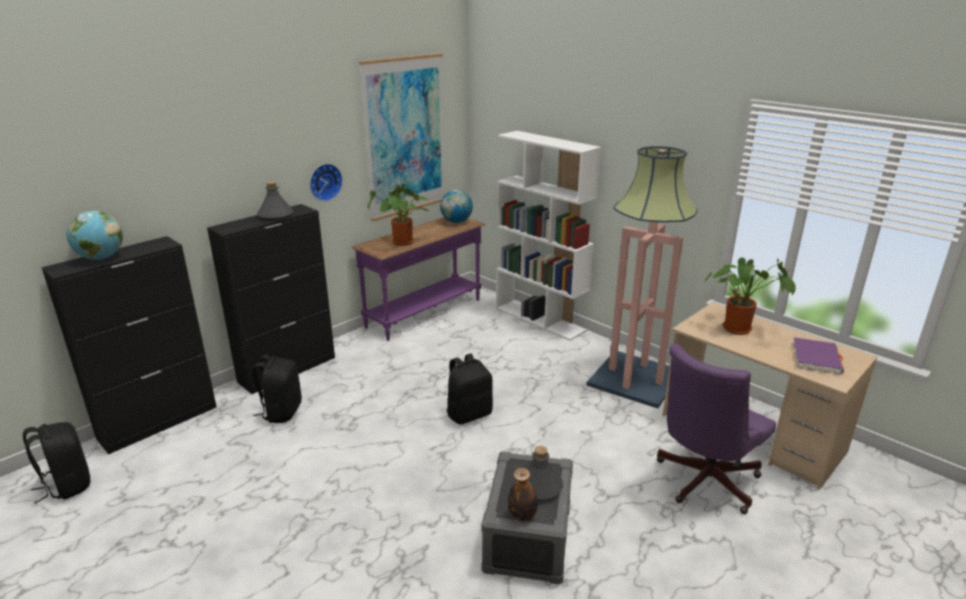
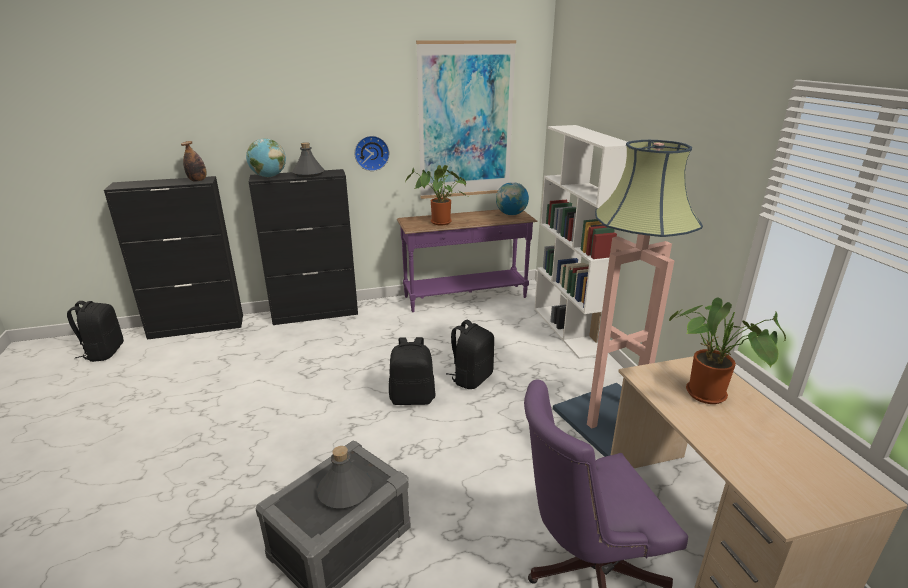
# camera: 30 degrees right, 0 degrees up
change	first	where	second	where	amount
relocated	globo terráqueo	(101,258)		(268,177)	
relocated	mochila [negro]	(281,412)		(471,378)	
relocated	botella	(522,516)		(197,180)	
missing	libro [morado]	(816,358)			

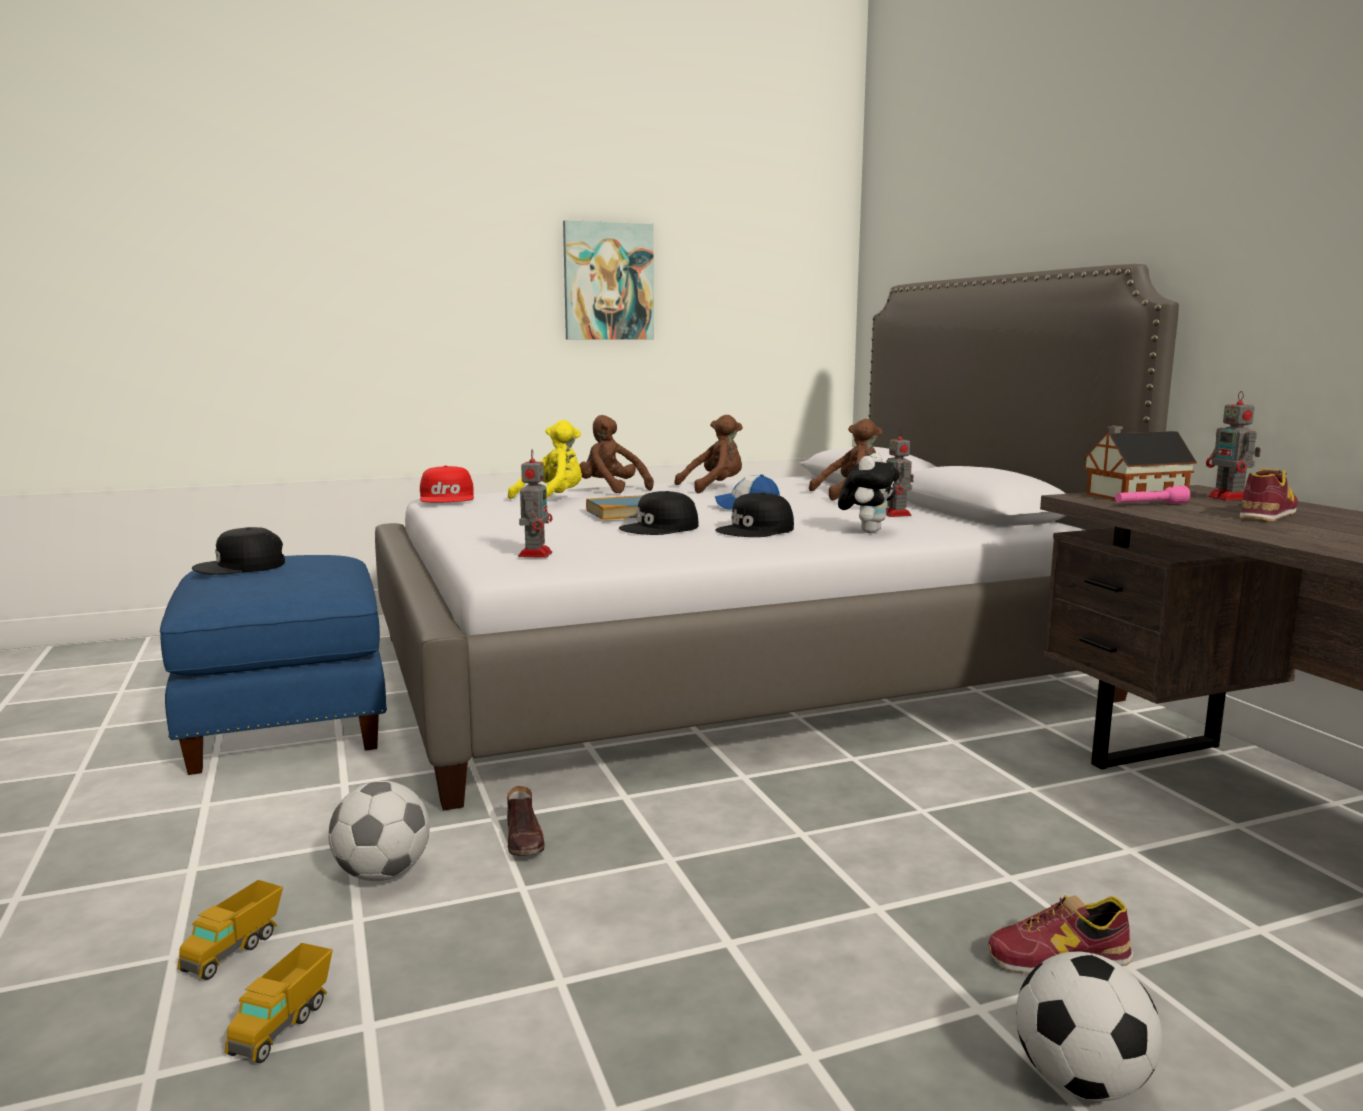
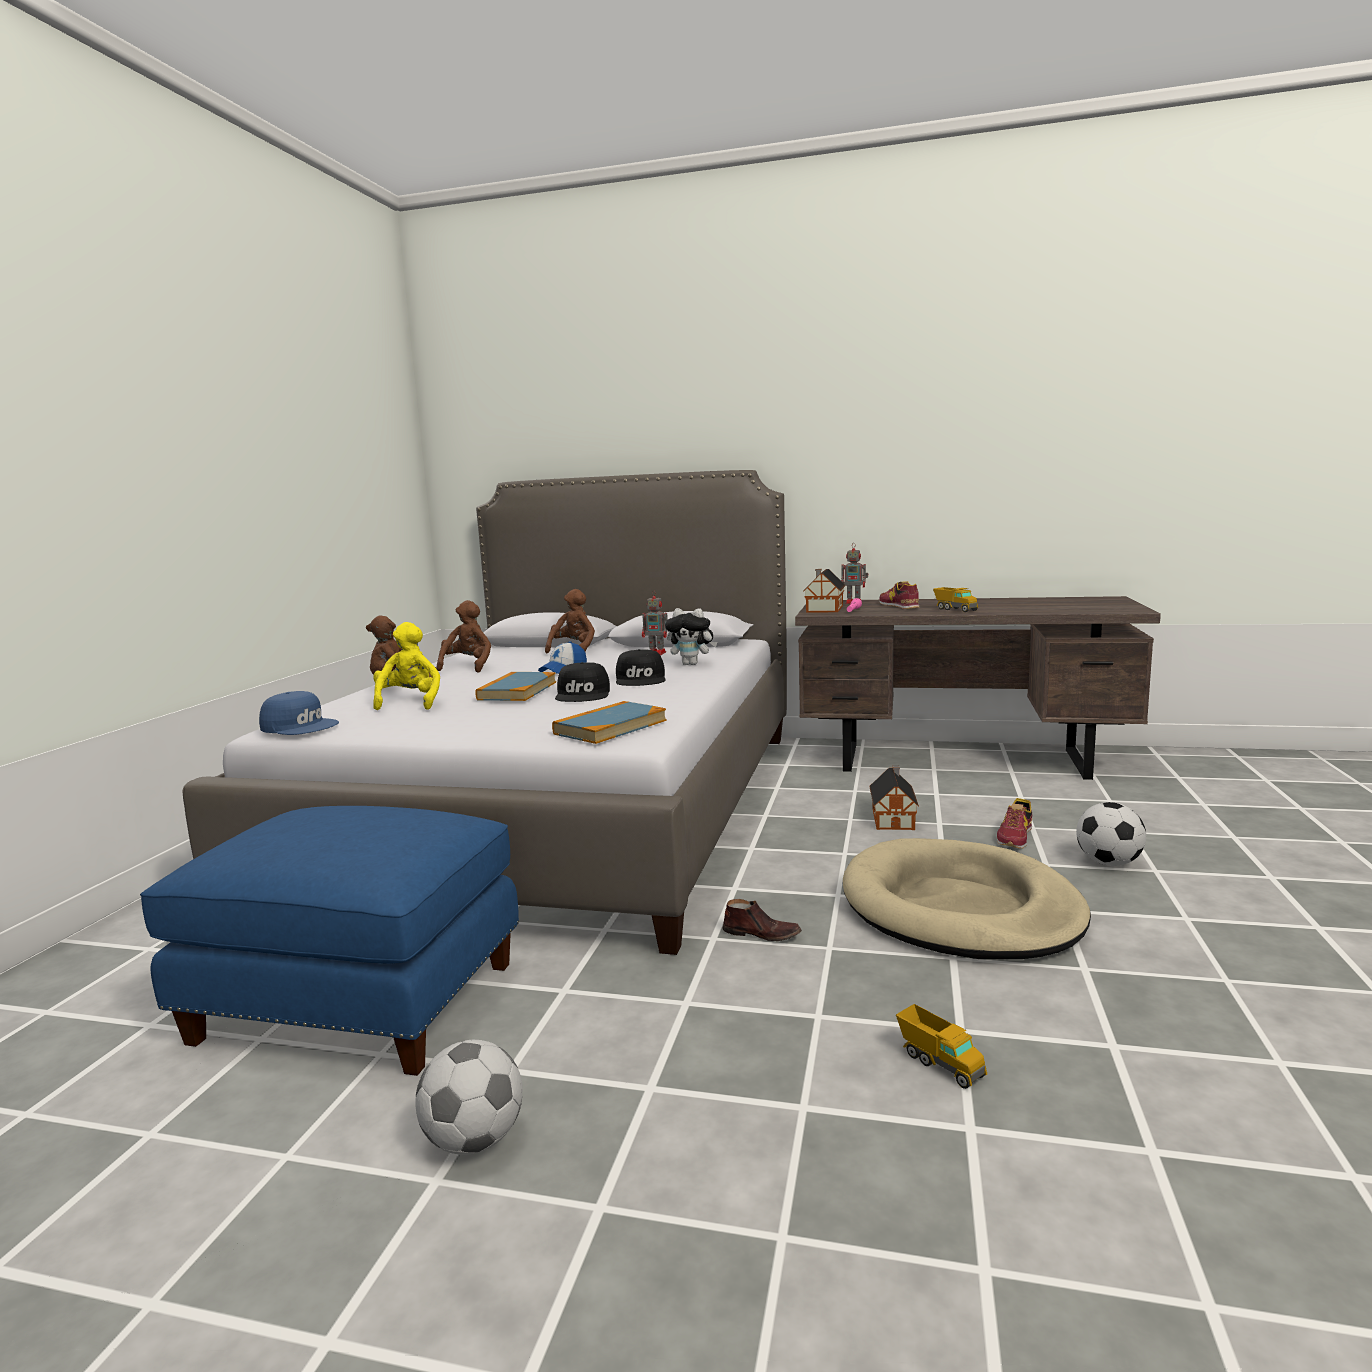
# camera: 55 degrees left, 0 degrees up
change	first	where	second	where	amount
relocated	camión de juguete	(234,950)		(955,609)	
missing	gorra [negro]	(241,566)			
relocated	balón de fútbol	(382,874)		(475,1140)	
colour	gorra [rojo]	(448,497)	gorra [azul]	(300,726)	
exchanged	robot de juguete	(535,554)	libro	(610,727)	
missing	cuadro	(608,281)			
spun	peluche	(867,531)		(692,664)	135 degrees clockwise
appeared			cama para perro [beis]	(959,908)	
appeared			casita	(893,818)	

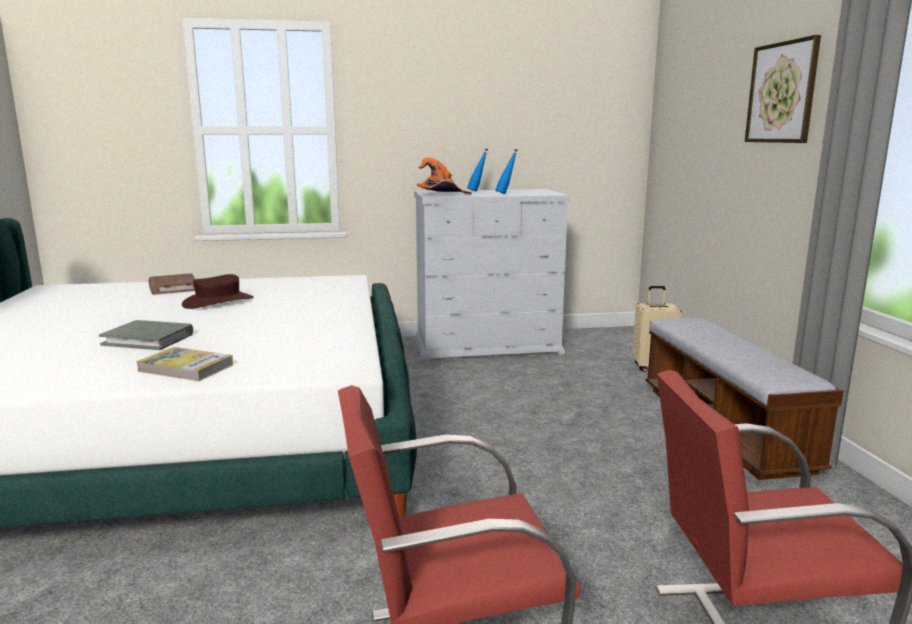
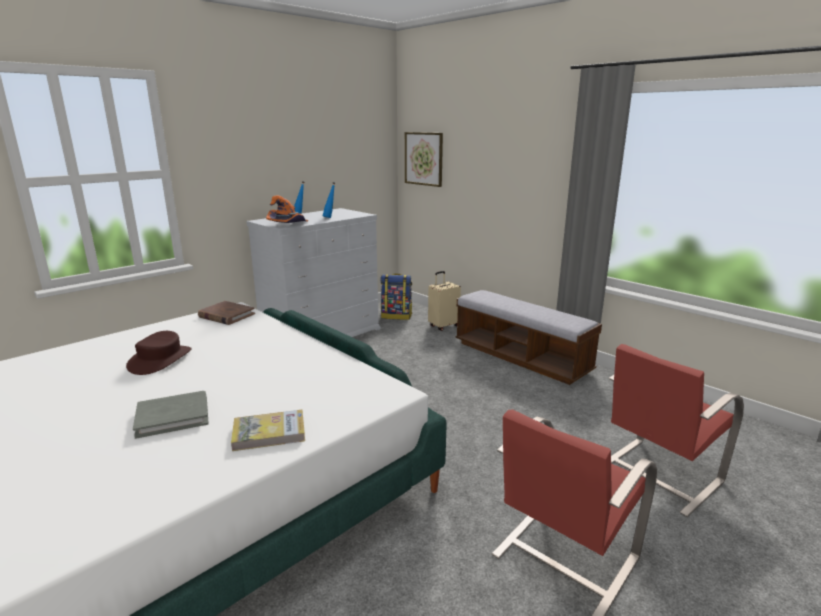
# camera: 35 degrees left, 5 degrees up
change	first	where	second	where	amount
relocated	libro [marrón]	(172,287)		(226,315)	
relocated	cuadro	(782,93)		(423,159)	
appeared			mochila	(397,316)	

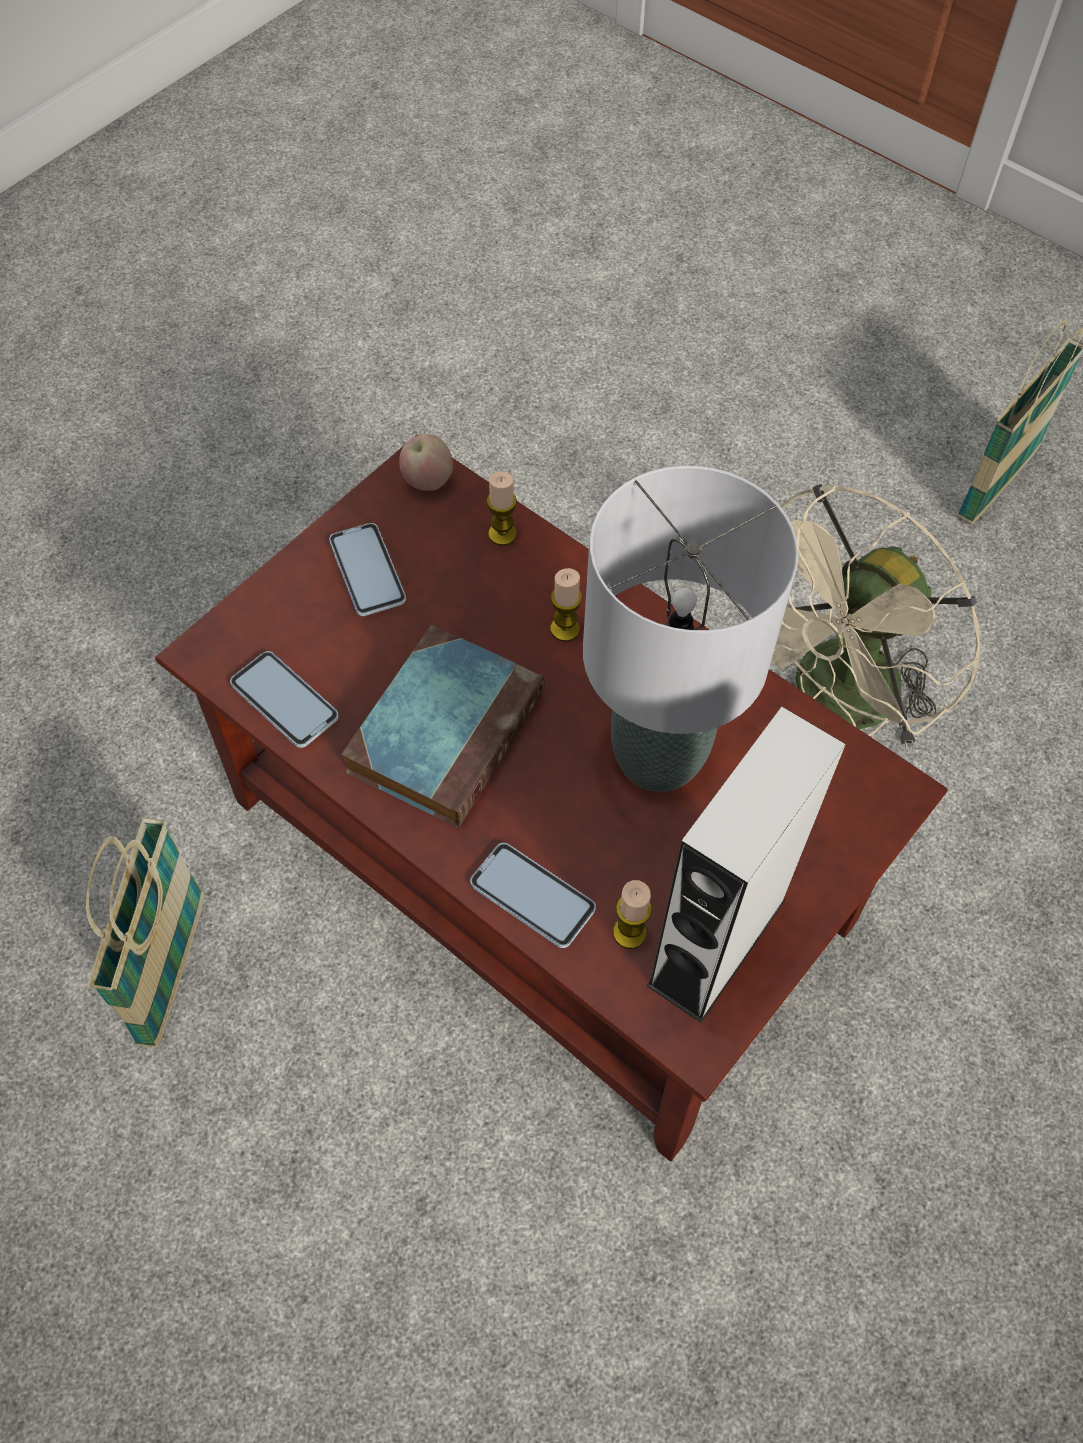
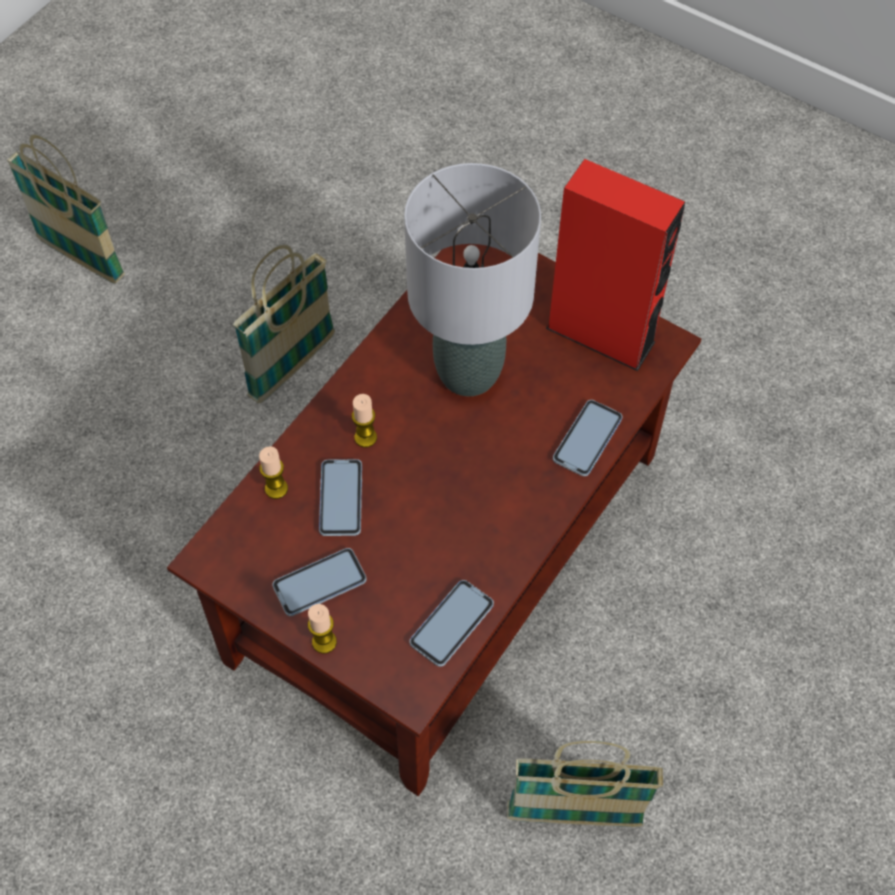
# camera: 95 degrees left, 0 degrees up
change	first	where	second	where	amount
missing	libro	(446,729)			
missing	manzana	(428,481)			
relocated	vela	(629,933)		(324,642)	
colour	altavoz [gris]	(716,942)	altavoz [rojo]	(600,335)	
exchanged	ventilador [beis]	(834,704)	cesta	(292,366)	
appeared			móvil	(341,498)	

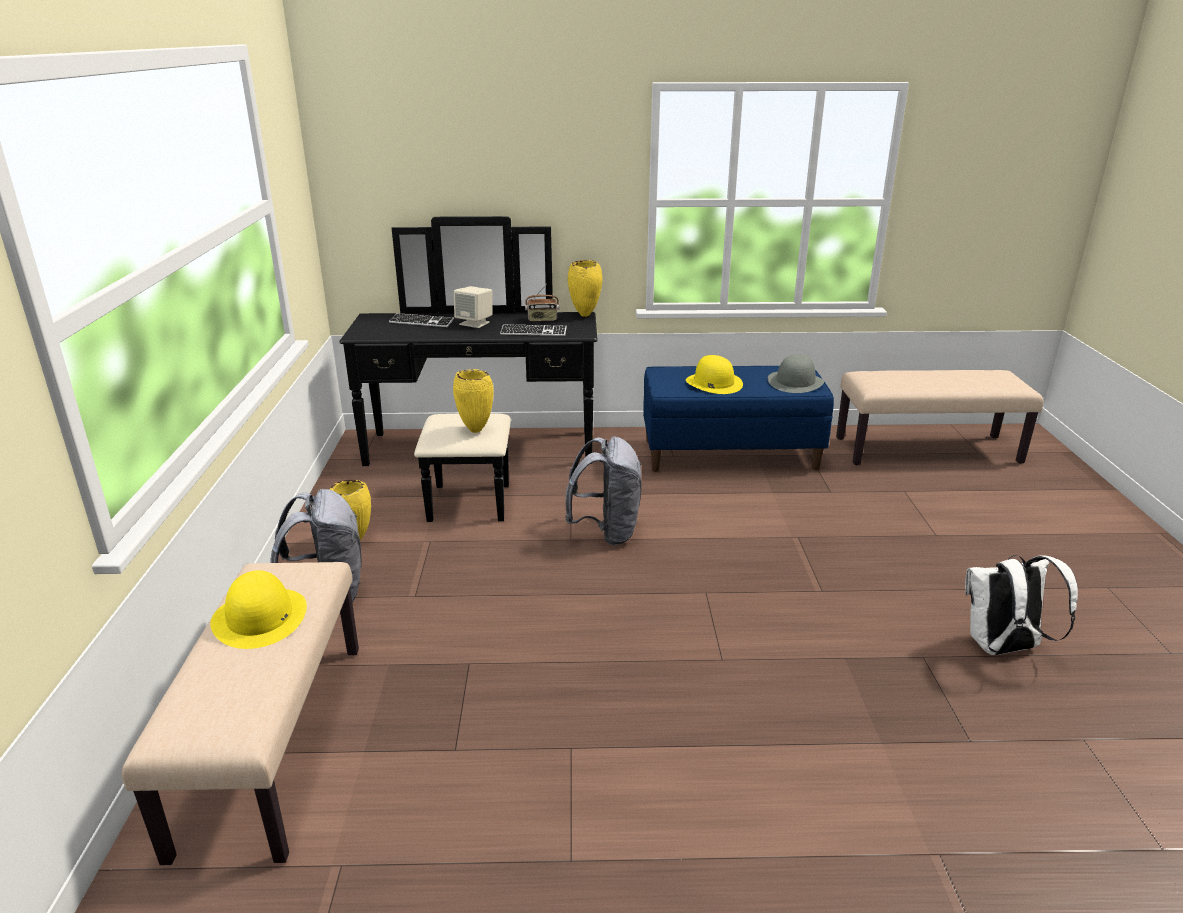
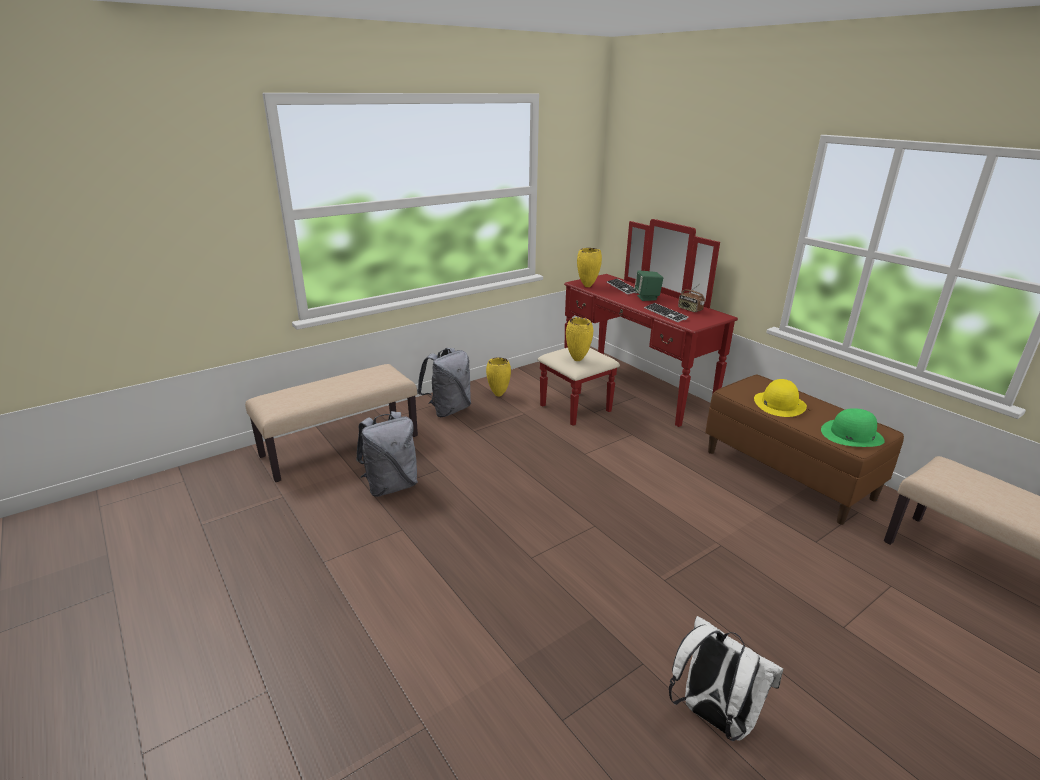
# camera: 55 degrees right, 0 degrees up
change	first	where	second	where	amount
missing	sombrero [amarillo]	(260,617)			
colour	cómoda [negro]	(479,459)	cómoda [rojo]	(622,391)	
colour	altavoz [beis]	(475,323)	altavoz [verde]	(647,298)	
relocated	mochila [gris]	(606,532)		(391,486)	
relocated	florero [amarillo]	(585,315)		(587,286)	
colour	banco [azul]	(730,454)	banco [marrón]	(788,474)	
colour	sombrero [gris]	(795,382)	sombrero [verde]	(851,435)	

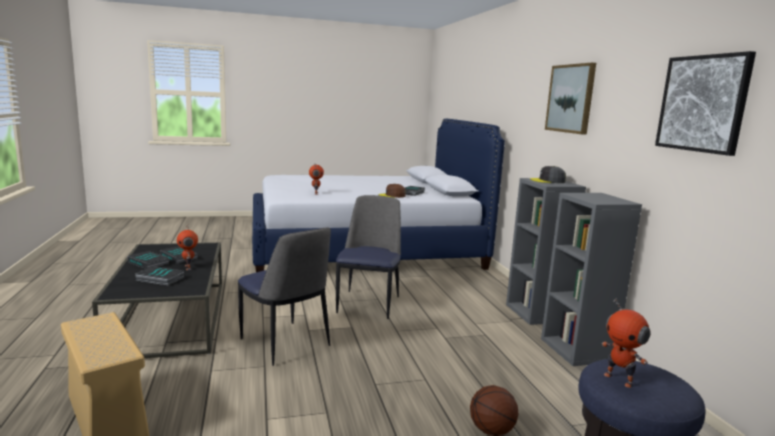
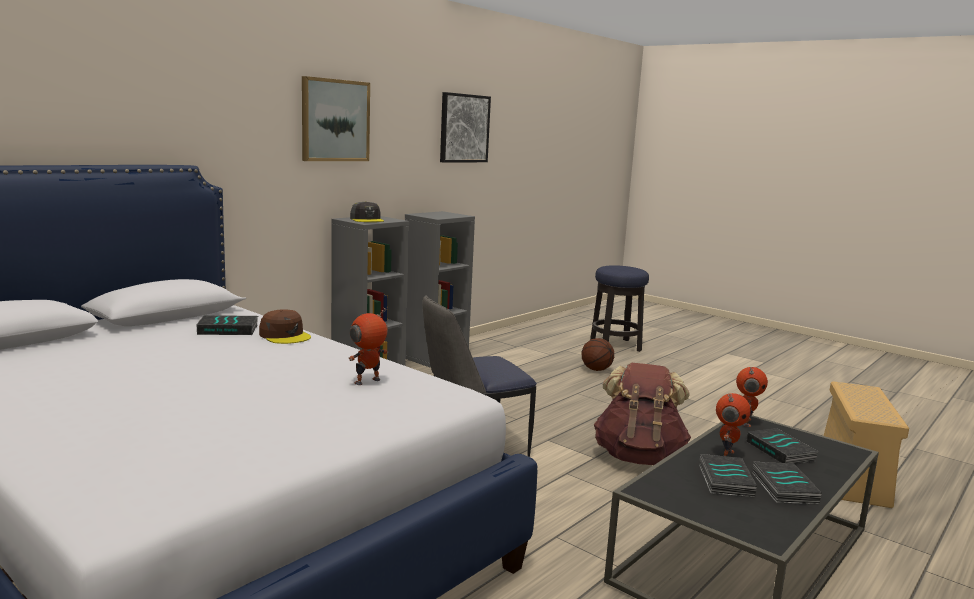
# camera: 125 degrees left, 0 degrees up
change	first	where	second	where	amount
exchanged	silla	(286,343)	mochila [marrón]	(638,457)	
relocated	robot de juguete	(619,379)		(745,422)	

